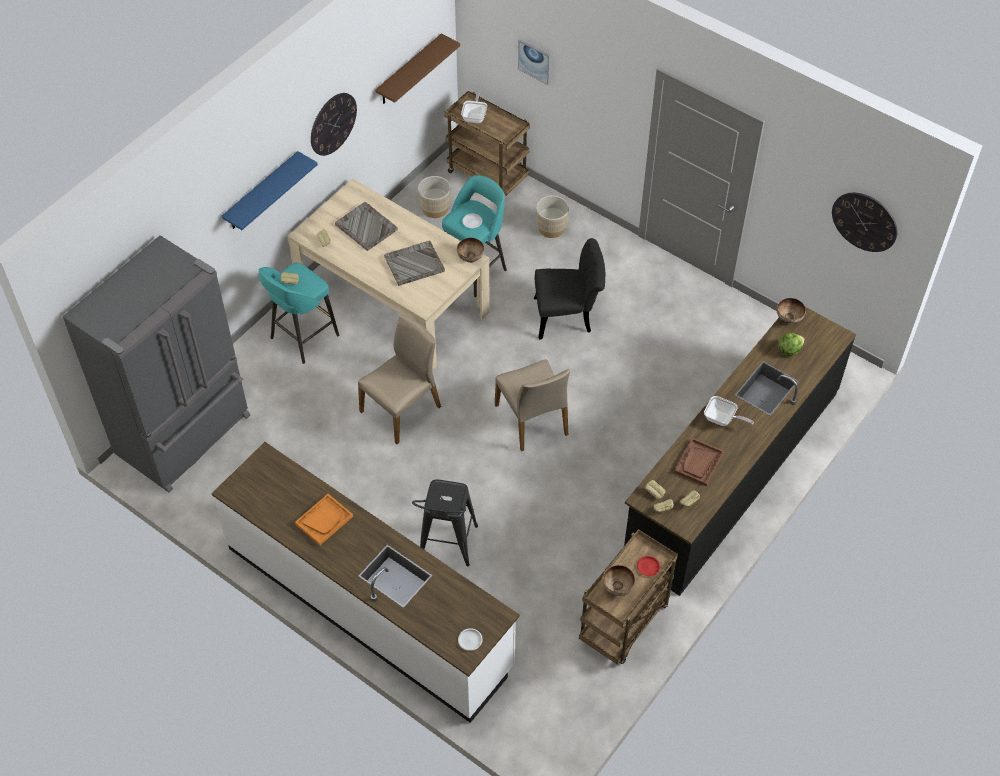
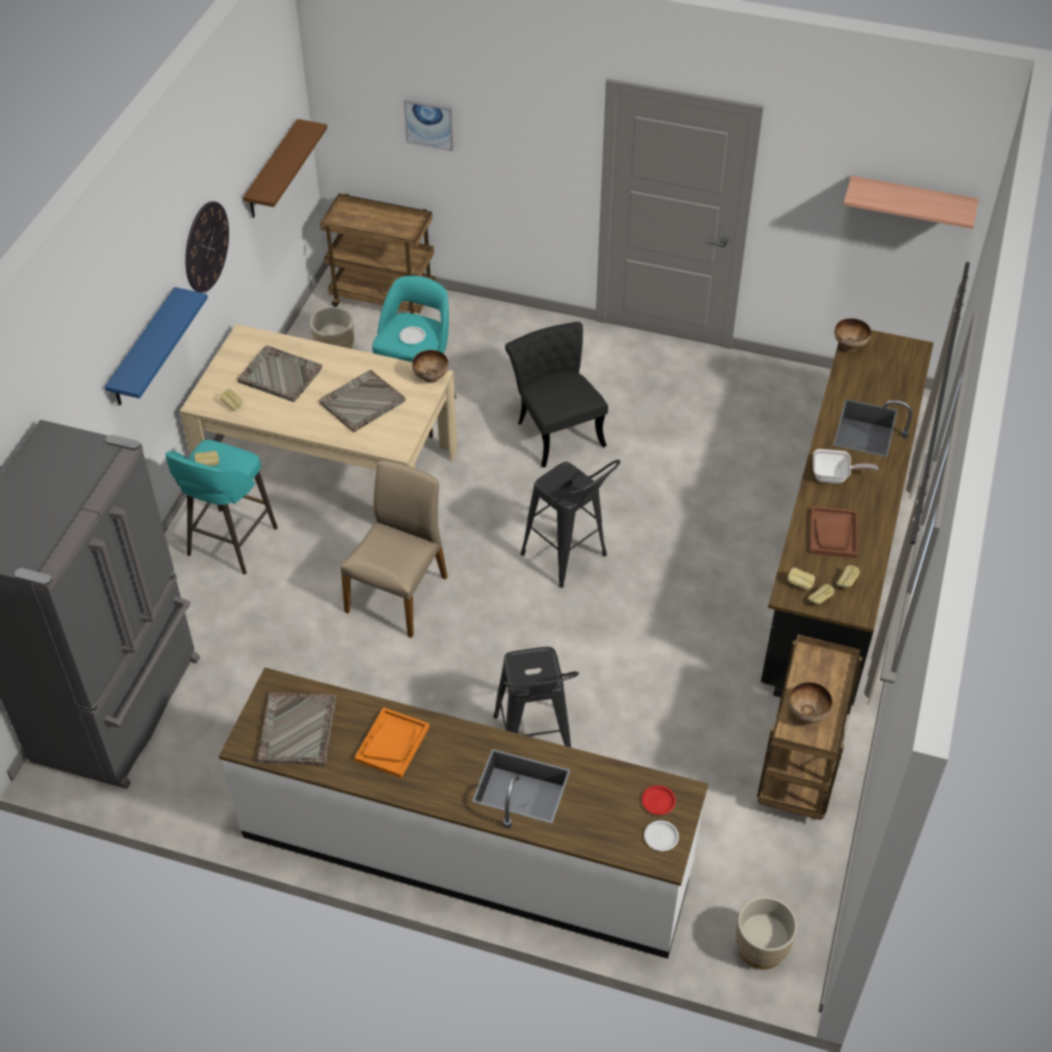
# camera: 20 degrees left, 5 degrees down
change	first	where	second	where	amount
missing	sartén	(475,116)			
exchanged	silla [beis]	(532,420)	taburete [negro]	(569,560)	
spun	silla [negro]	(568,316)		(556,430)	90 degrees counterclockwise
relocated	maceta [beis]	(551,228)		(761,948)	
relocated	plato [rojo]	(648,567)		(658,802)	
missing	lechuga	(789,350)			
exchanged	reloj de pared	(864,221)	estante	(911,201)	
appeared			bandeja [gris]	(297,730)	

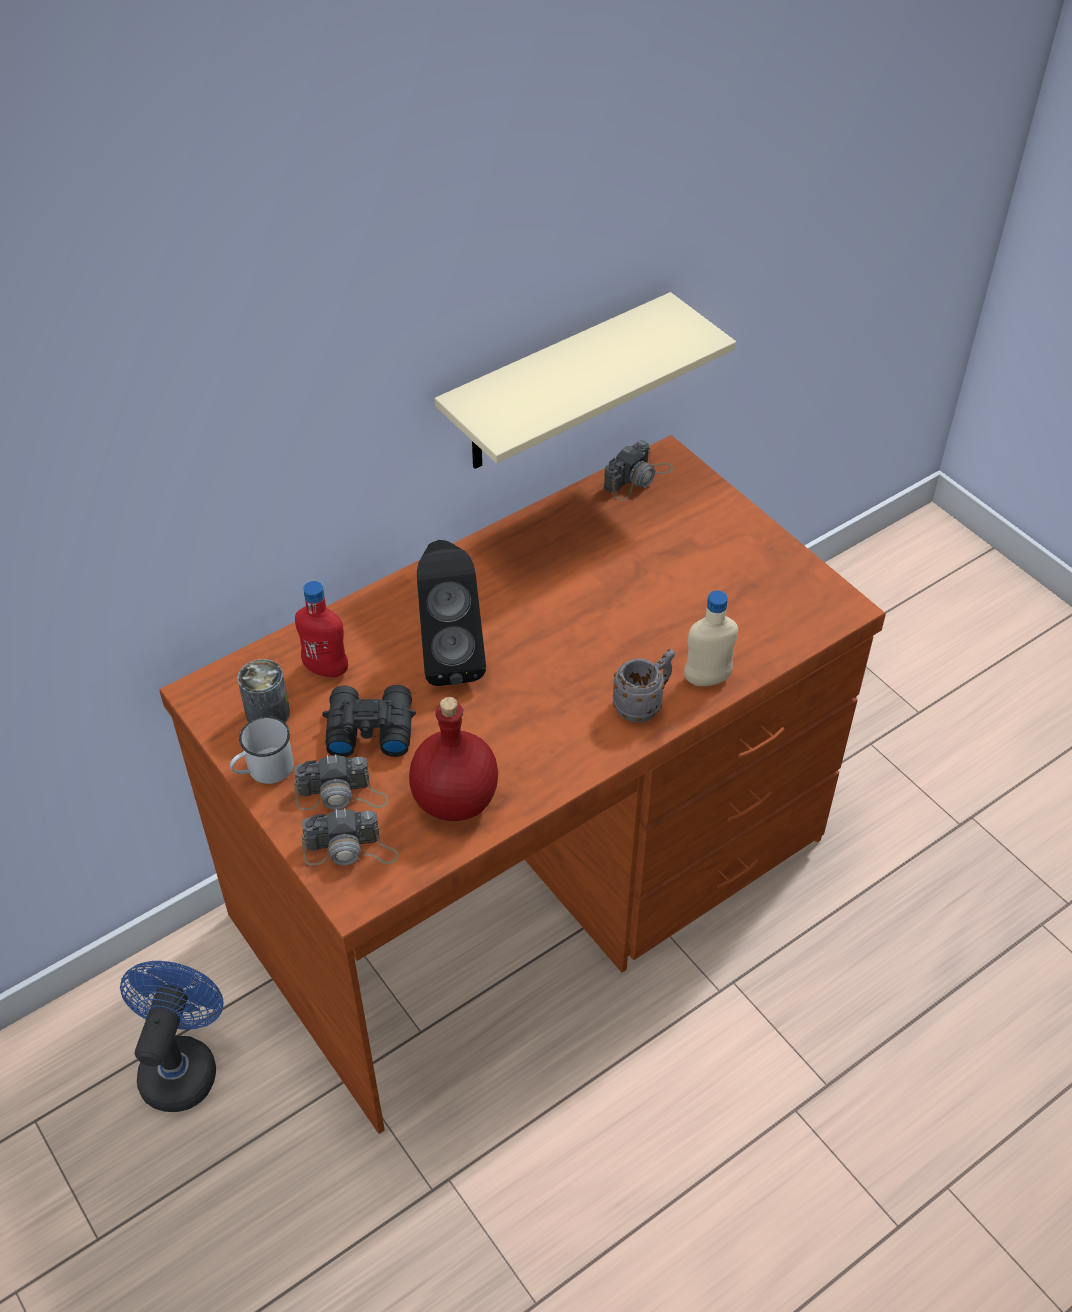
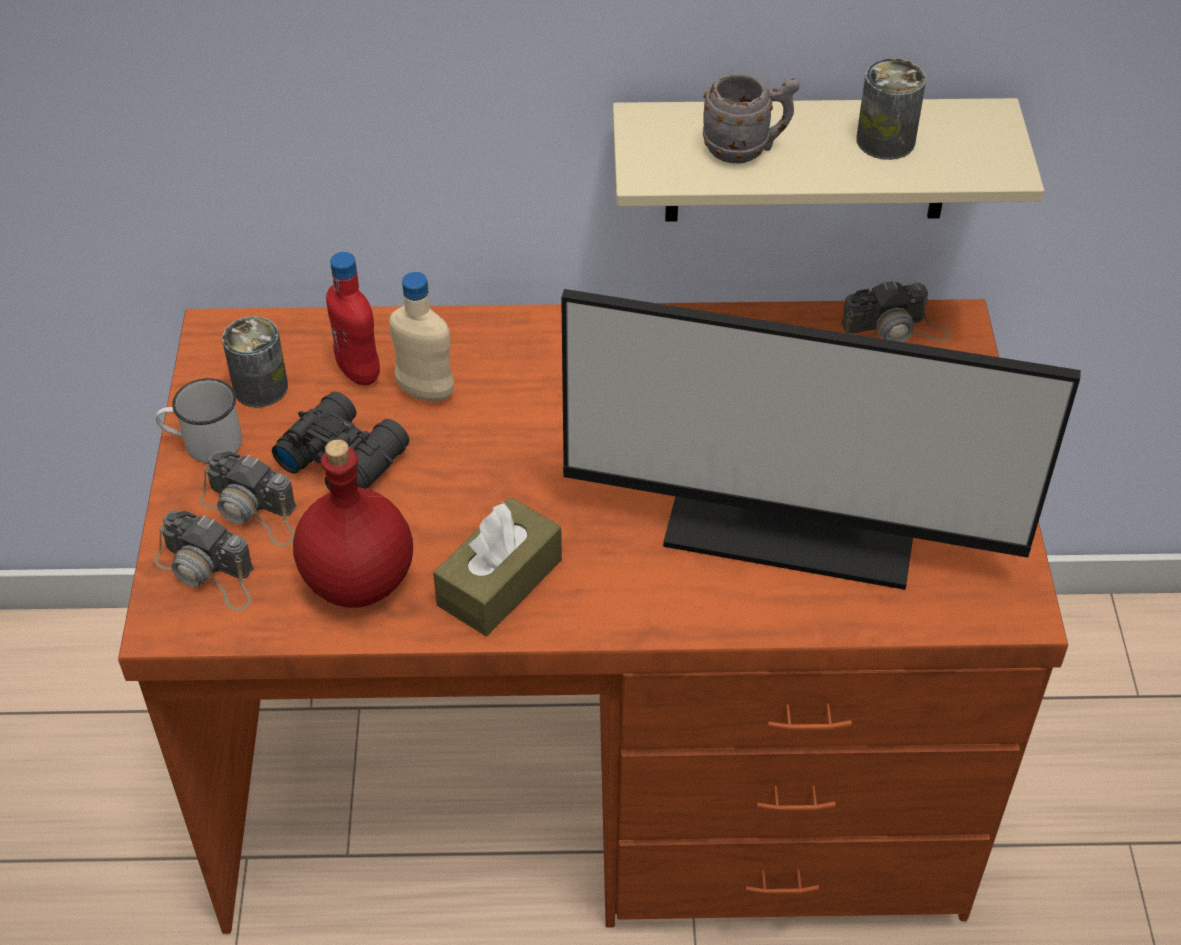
# camera: 35 degrees right, 0 degrees up
change	first	where	second	where	amount
missing	ventilador [azul]	(181,1064)			
missing	altavoz [negro]	(450,657)			
relocated	taza grande [gris]	(643,704)		(747,149)	
relocated	botella [beis]	(707,679)		(425,392)	
appeared			caja de pañuelos [marrón]	(499,582)	
appeared			monitor	(793,518)	
appeared			lata	(885,141)	

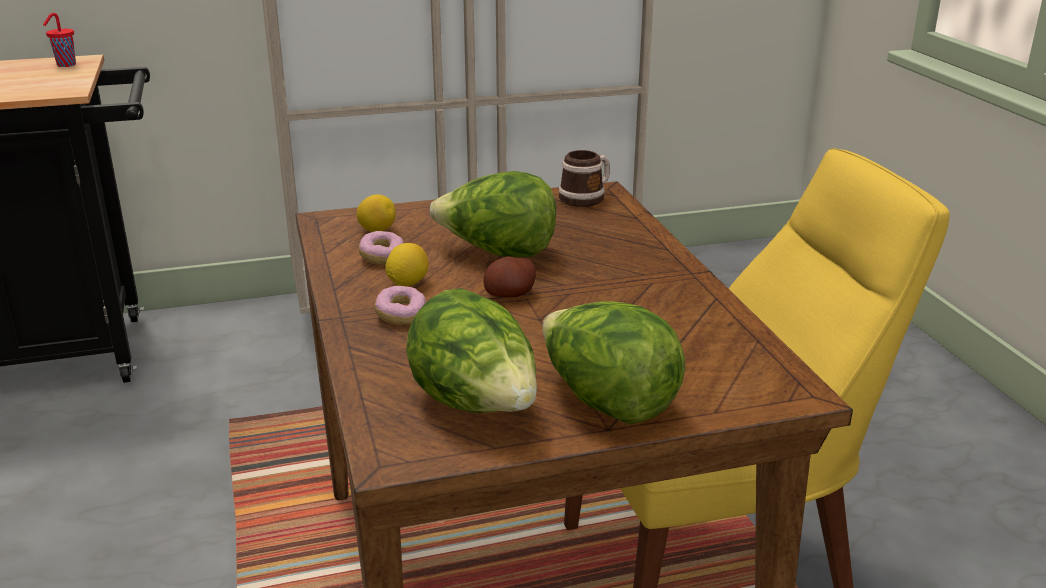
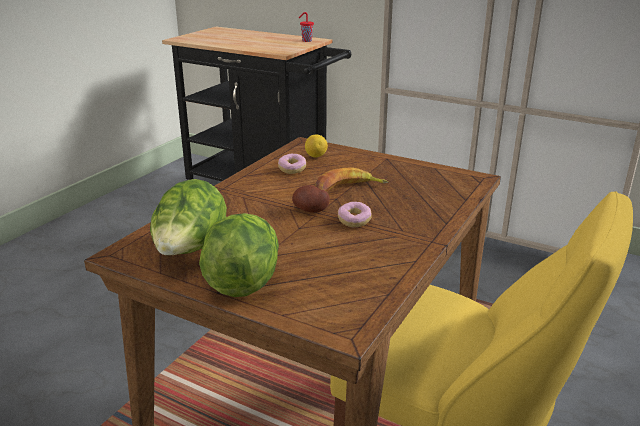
# camera: 45 degrees right, 0 degrees up
change	first	where	second	where	amount
relocated	rosquilla	(401,316)		(354,221)	
missing	limón	(407,283)			
exchanged	lechuga	(497,253)	plátano	(348,188)	
missing	taza grande	(586,197)			

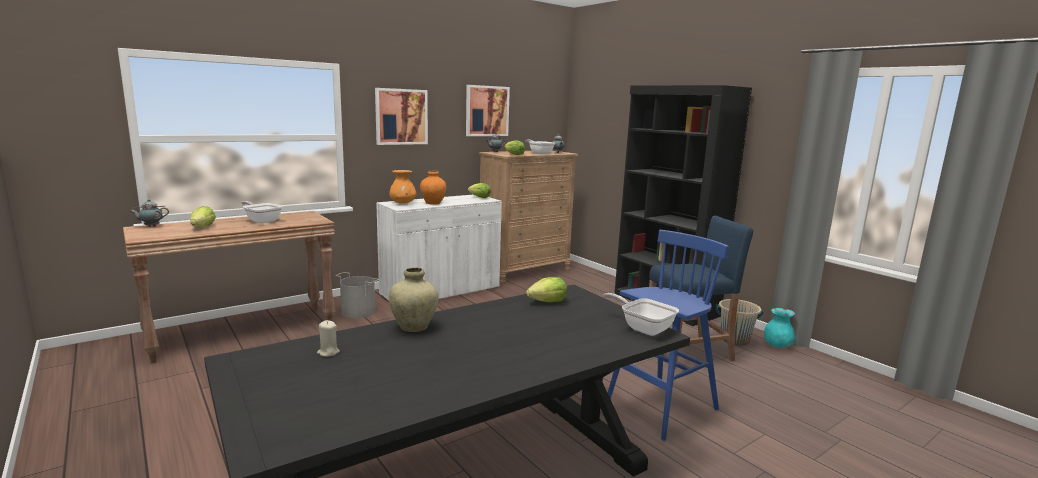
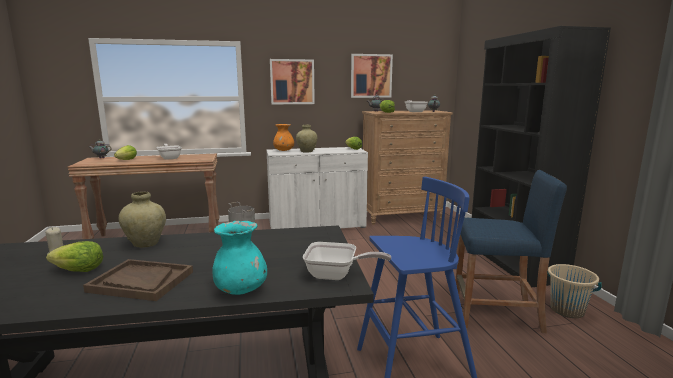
# camera: 25 degrees right, 0 degrees up
change	first	where	second	where	amount
colour	florero [naranja]	(433,203)	florero [beis]	(306,151)	
relocated	lechuga	(548,302)		(79,270)	
spun	sartén	(643,328)		(336,275)	120 degrees clockwise
relocated	florero [turquesa]	(777,345)		(241,290)	
appeared			bandeja [marrón]	(141,282)	

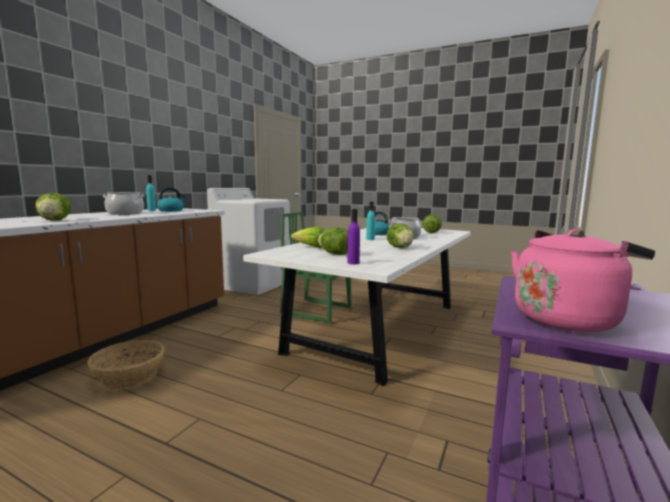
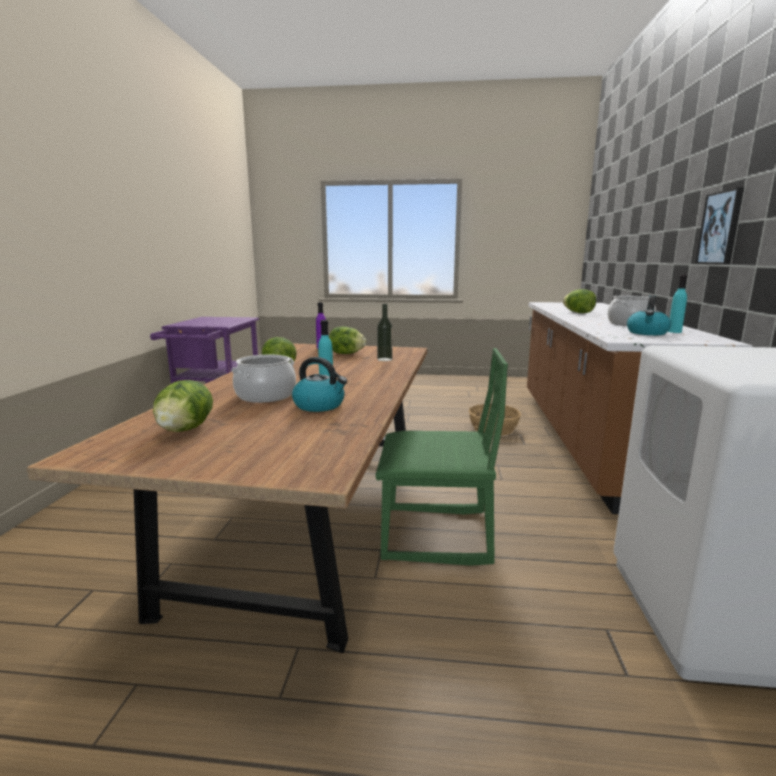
# camera: 160 degrees right, 5 degrees up
change	first	where	second	where	amount
colour	mesa de comedor [blanco]	(379,327)	mesa de comedor [marrón]	(312,518)	
exchanged	lechuga	(311,247)	botella	(384,359)	
missing	hervidor [rosa]	(567,318)			
appeared			cuadro	(720,228)	

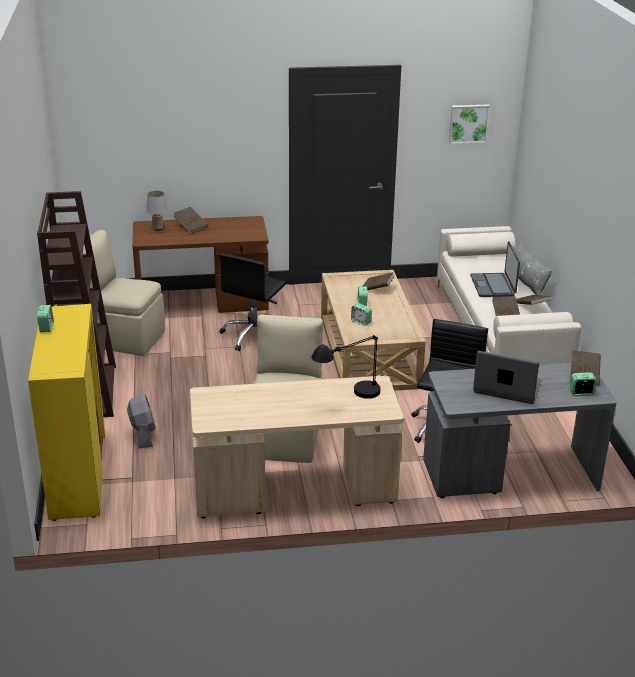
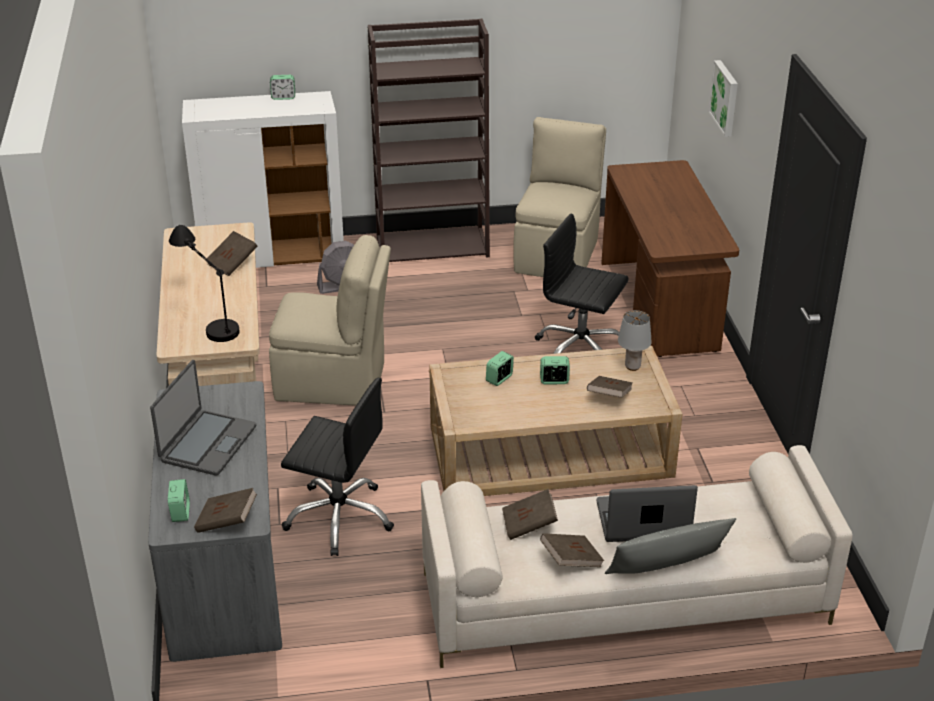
# camera: 90 degrees right, 5 degrees up
change	first	where	second	where	amount
colour	armario [amarillo]	(77,476)	armario [blanco]	(273,256)	
relocated	lámpara de mesa [gris]	(158,228)		(633,367)	
relocated	libro [marrón]	(191,226)		(232,263)	
relocated	cuadro	(468,123)		(726,98)	

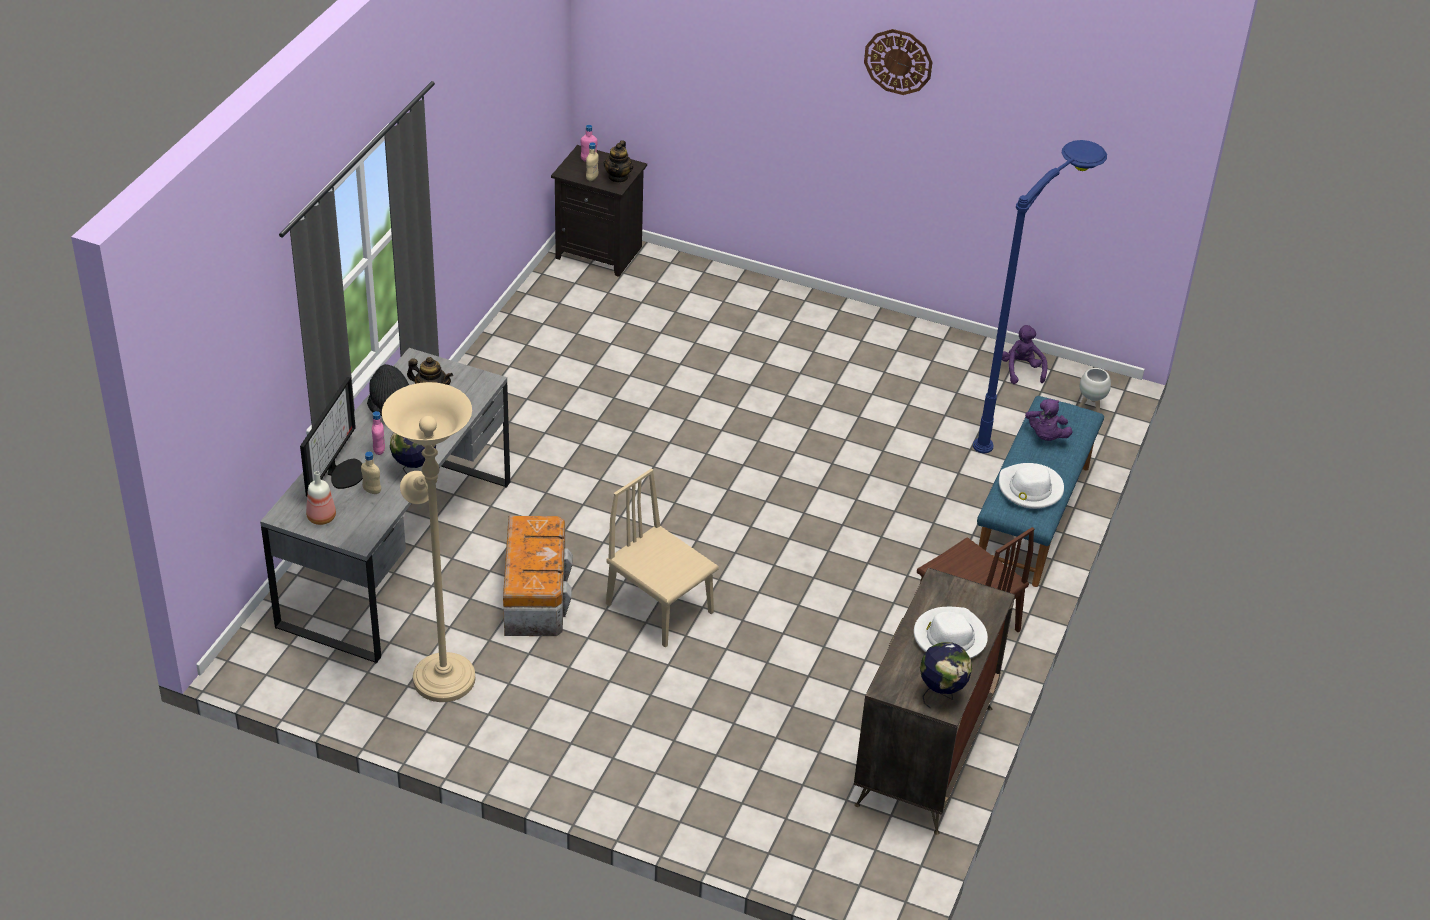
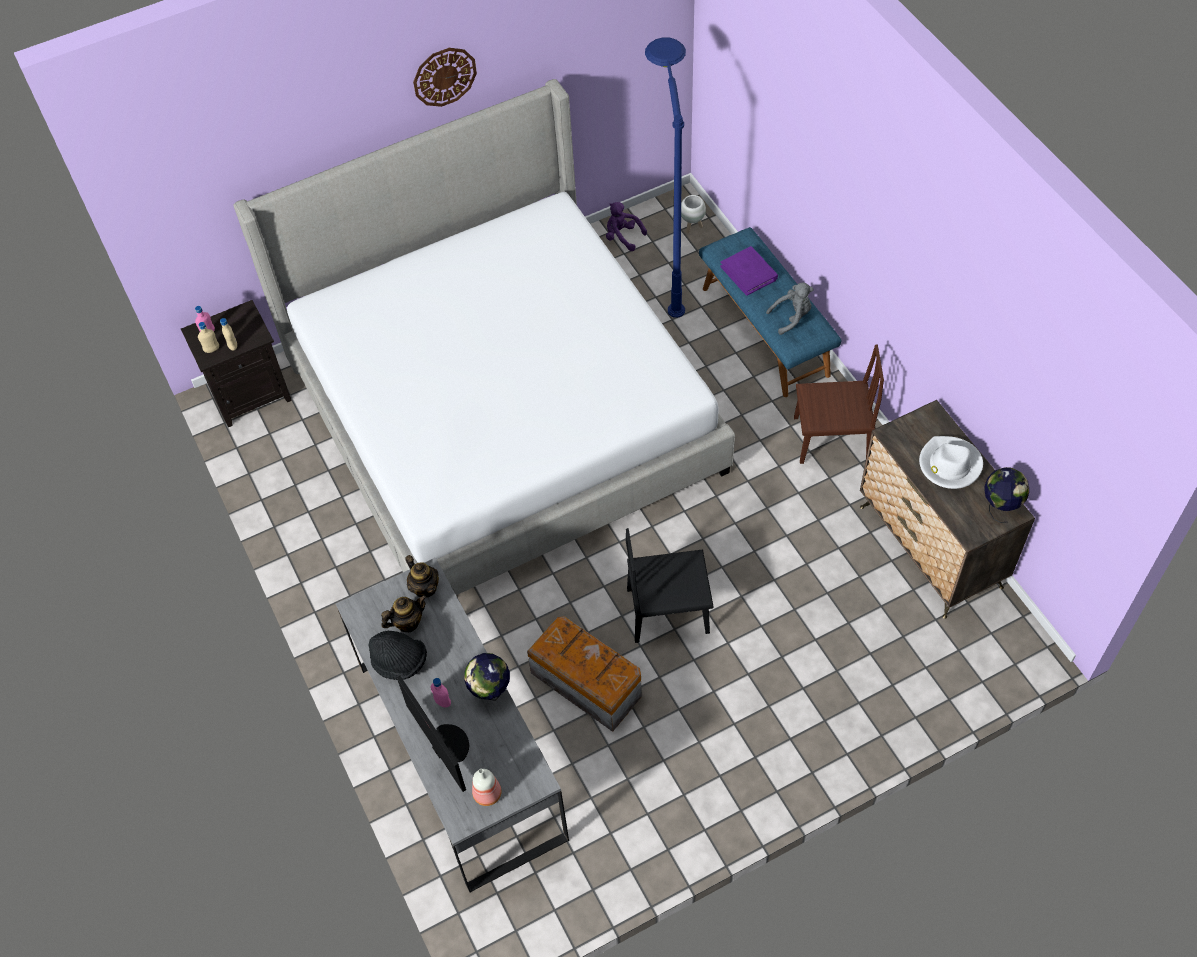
# camera: 45 degrees left, 15 degrees up
change	first	where	second	where	amount
relocated	botella [beis]	(372,491)		(212,350)	
missing	lámpara de pie [beis]	(441,673)			
relocated	tetera	(618,177)		(425,588)	
colour	silla [beis]	(659,608)	silla [negro]	(668,611)	
exchanged	sombrero [blanco]	(1030,489)	peluche [gris]	(792,317)	
exchanged	peluche [morado]	(1045,436)	libro [morado]	(749,272)	
appeared			cama	(502,413)	

